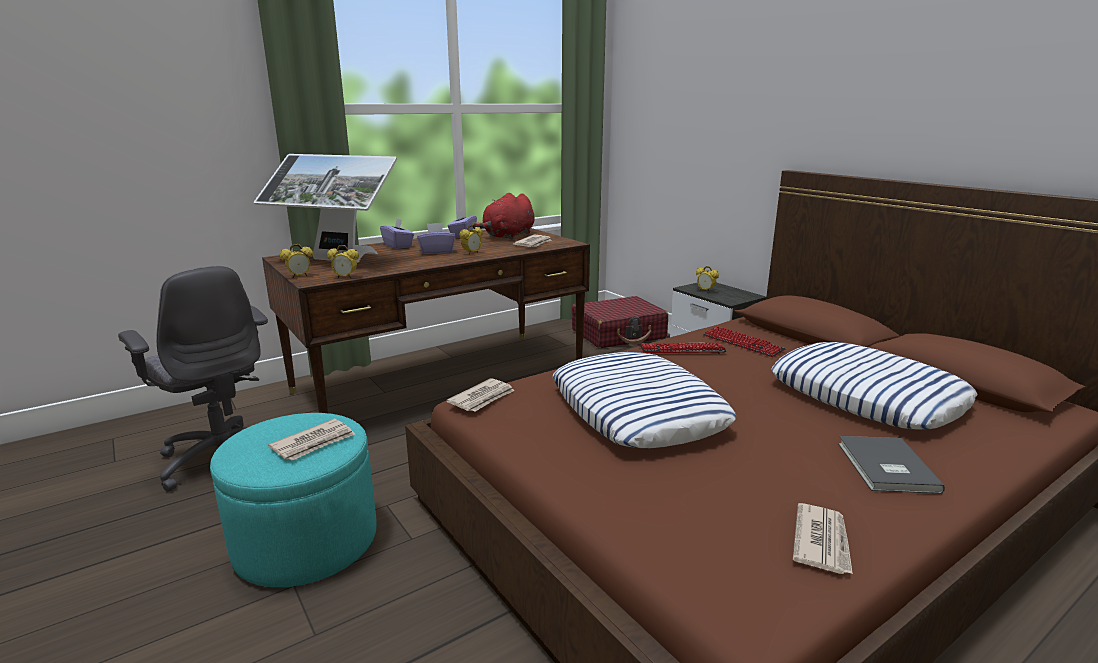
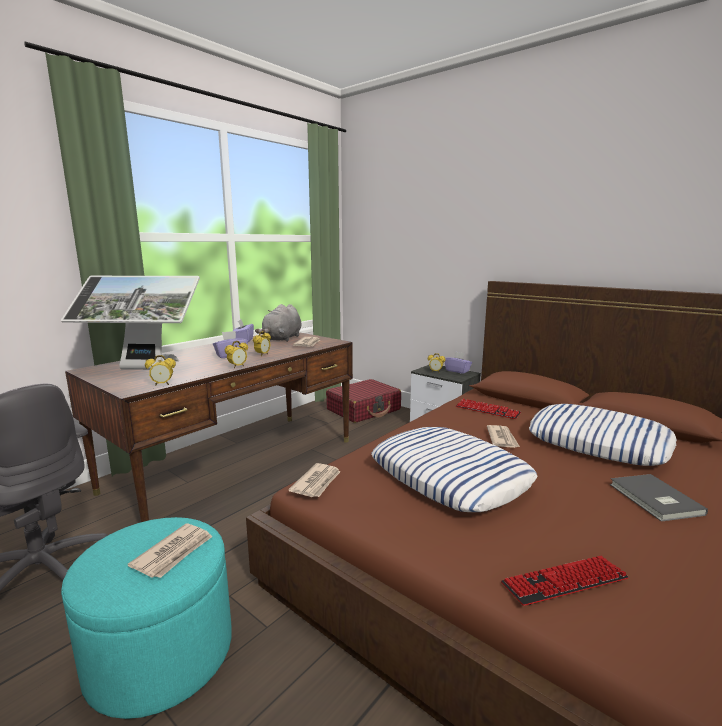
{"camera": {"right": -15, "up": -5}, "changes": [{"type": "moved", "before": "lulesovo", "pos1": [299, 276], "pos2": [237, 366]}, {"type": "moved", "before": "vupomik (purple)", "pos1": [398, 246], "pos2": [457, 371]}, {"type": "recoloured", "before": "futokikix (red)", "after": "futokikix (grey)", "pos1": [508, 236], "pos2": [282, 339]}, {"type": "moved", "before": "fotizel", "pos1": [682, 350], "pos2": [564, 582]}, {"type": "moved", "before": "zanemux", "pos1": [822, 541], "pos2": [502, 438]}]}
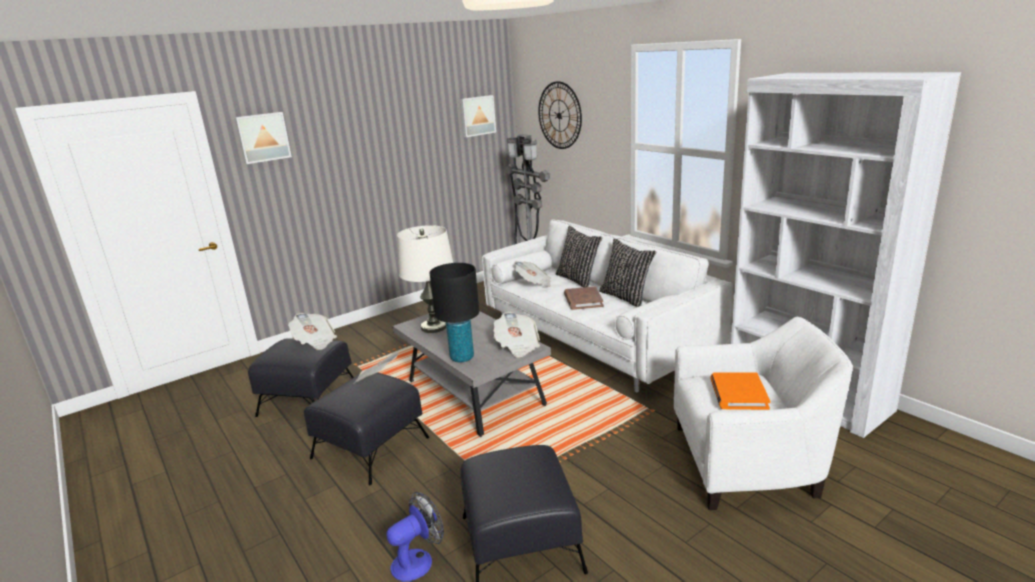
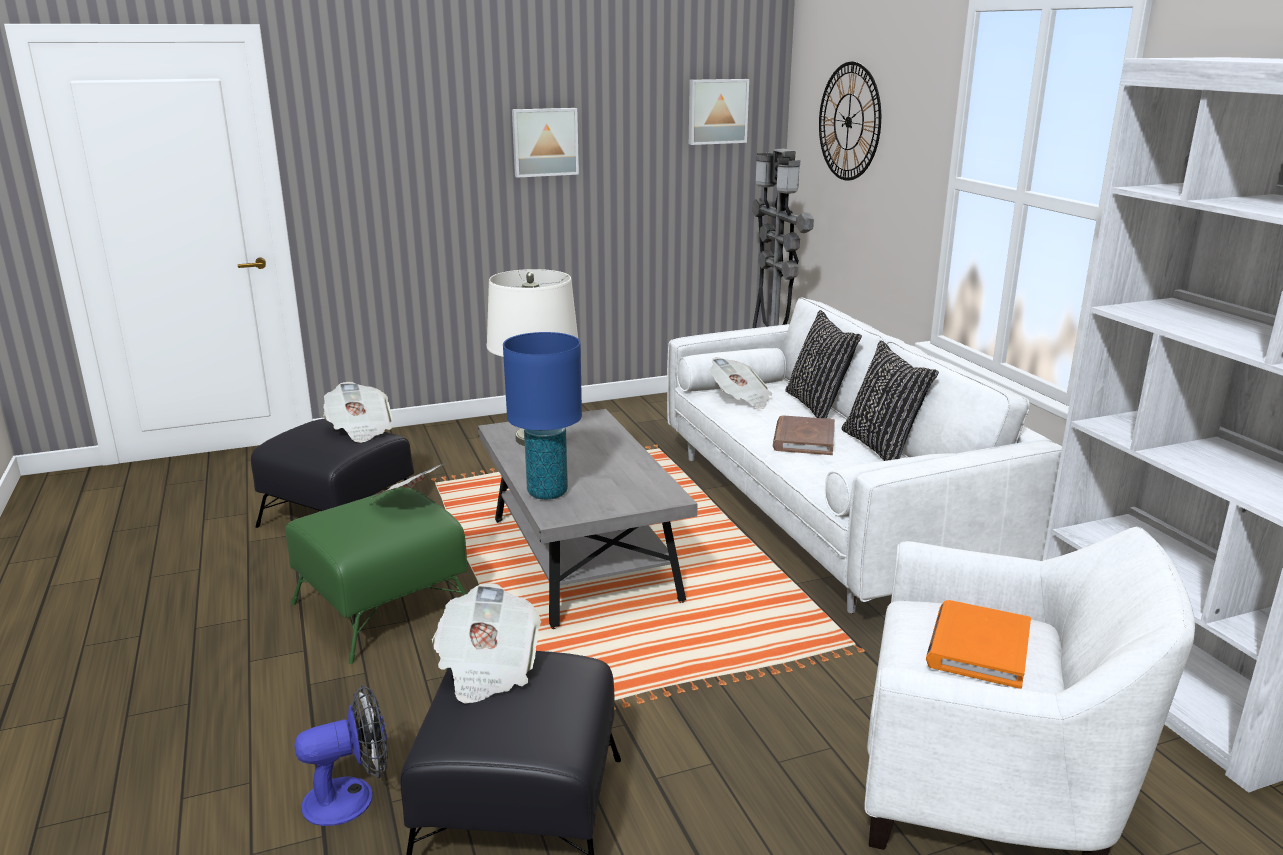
{"camera": {"right": 15, "up": 0}, "changes": [{"type": "moved", "before": "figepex", "pos1": [263, 137], "pos2": [544, 142]}, {"type": "recoloured", "before": "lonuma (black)", "after": "lonuma (green)", "pos1": [371, 447], "pos2": [384, 607]}, {"type": "recoloured", "before": "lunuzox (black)", "after": "lunuzox (blue)", "pos1": [462, 357], "pos2": [547, 492]}, {"type": "moved", "before": "zanemux", "pos1": [517, 346], "pos2": [487, 668]}]}
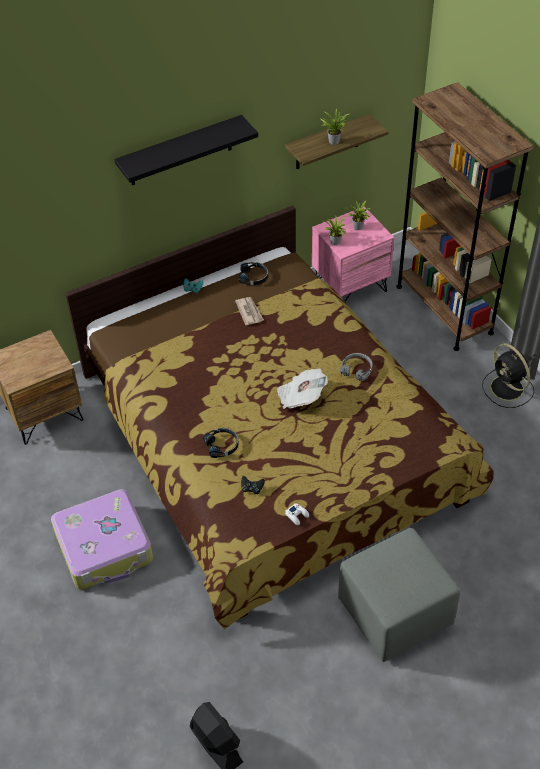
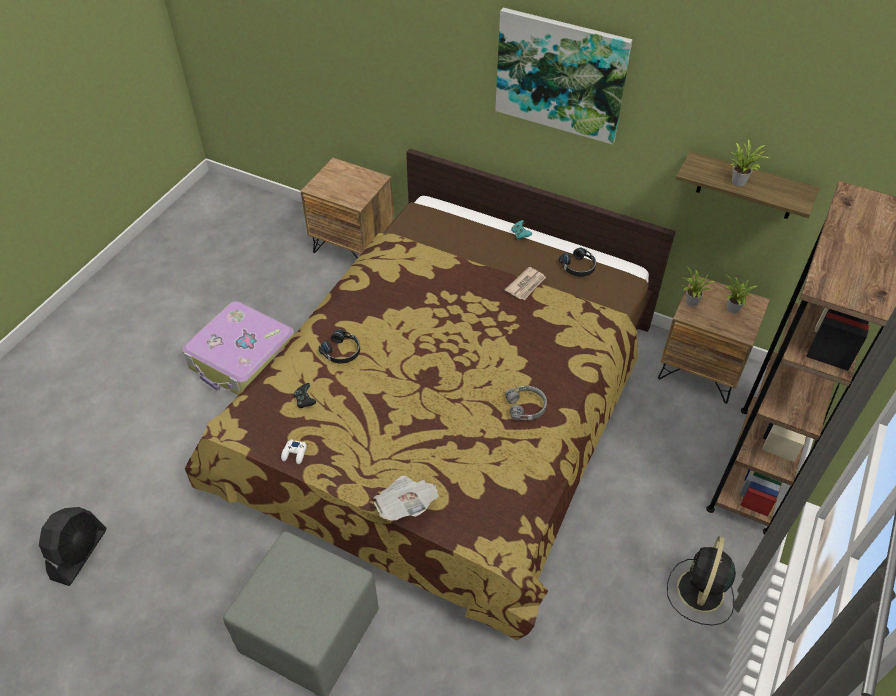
{"camera": {"right": 55, "up": 0}, "changes": [{"type": "replaced", "before": "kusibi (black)", "after": "figepex", "pos1": [180, 151], "pos2": [560, 75]}, {"type": "moved", "before": "zanemux", "pos1": [301, 397], "pos2": [406, 505]}, {"type": "recoloured", "before": "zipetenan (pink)", "after": "zipetenan (brown)", "pos1": [350, 286], "pos2": [700, 369]}]}
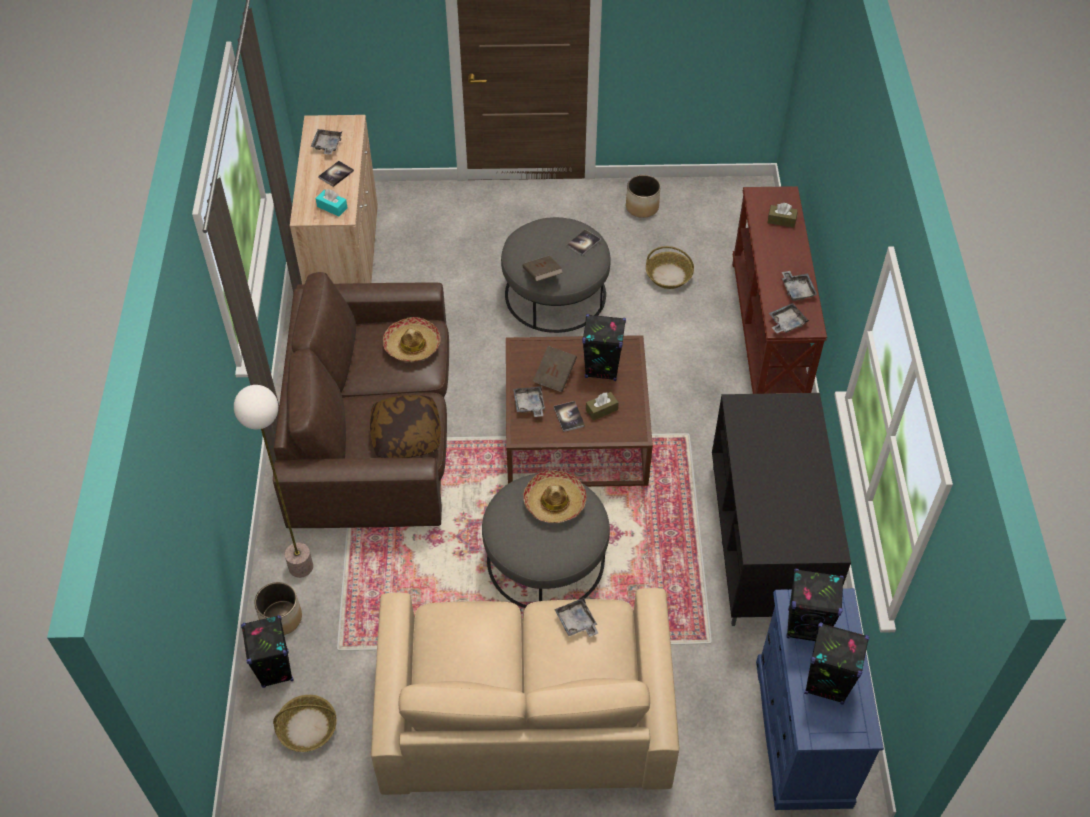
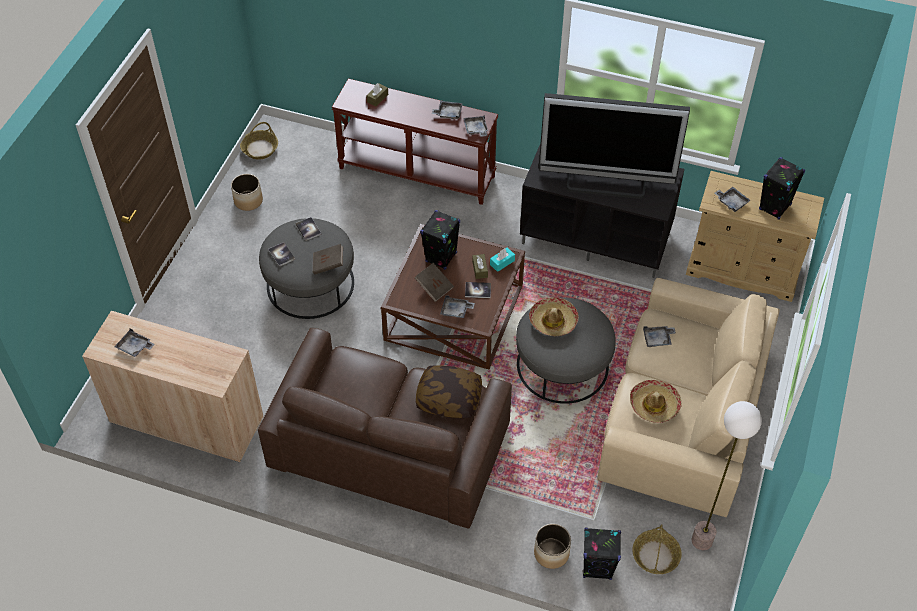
{"camera": {"right": -70, "up": 0}, "changes": [{"type": "moved", "before": "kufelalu", "pos1": [300, 566], "pos2": [701, 541]}, {"type": "moved", "before": "vupomik (turquoise)", "pos1": [332, 207], "pos2": [502, 262]}, {"type": "moved", "before": "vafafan", "pos1": [336, 174], "pos2": [281, 255]}, {"type": "moved", "before": "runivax", "pos1": [412, 345], "pos2": [654, 405]}, {"type": "moved", "before": "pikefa", "pos1": [669, 275], "pos2": [260, 149]}, {"type": "recoloured", "before": "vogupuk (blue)", "after": "vogupuk (beige)", "pos1": [802, 733], "pos2": [743, 269]}, {"type": "replaced", "before": "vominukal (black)", "after": "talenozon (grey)", "pos1": [806, 626], "pos2": [731, 202]}, {"type": "added", "after": "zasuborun", "pos2": [606, 182]}]}
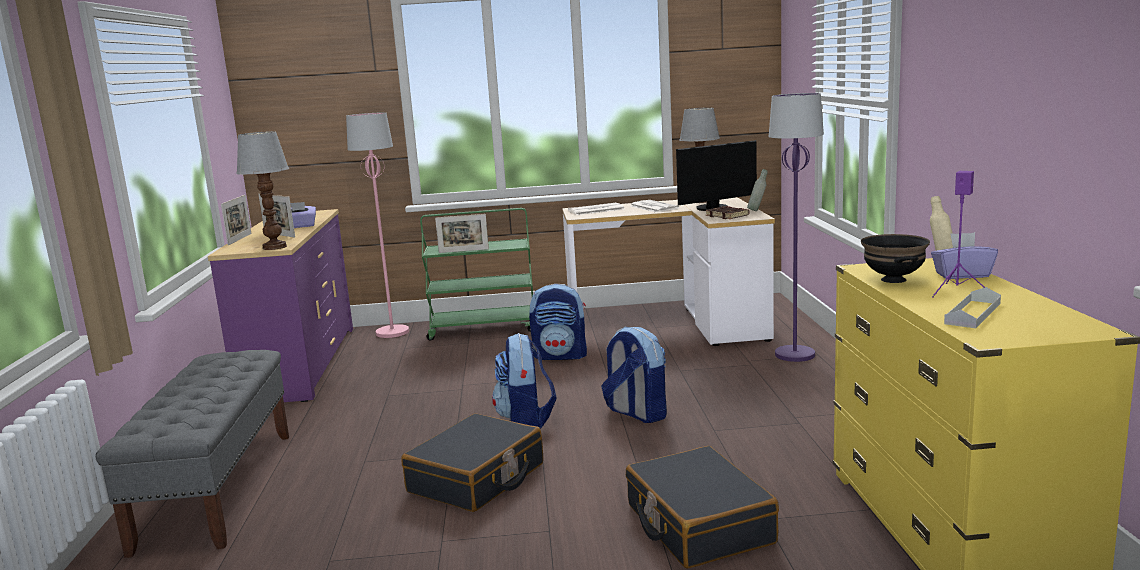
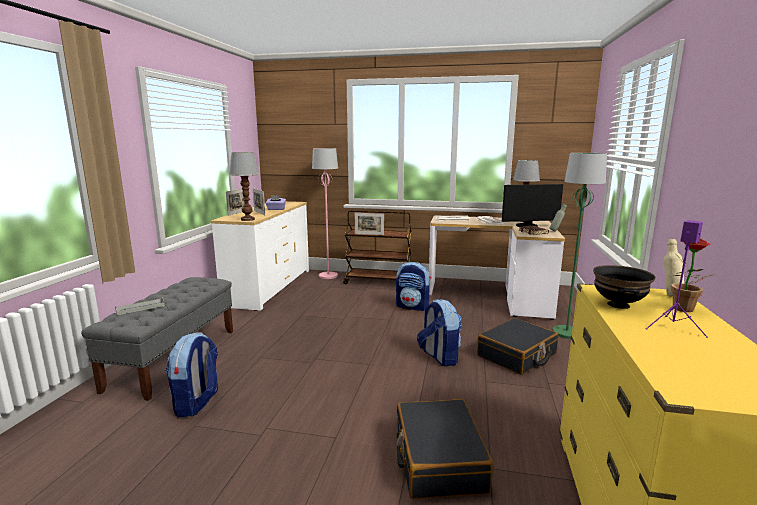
{"camera": {"right": 15, "up": 0}, "changes": [{"type": "recoloured", "before": "vogupuk (purple)", "after": "vogupuk (white)", "pos1": [300, 364], "pos2": [269, 287]}, {"type": "moved", "before": "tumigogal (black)", "pos1": [477, 479], "pos2": [517, 355]}, {"type": "recoloured", "before": "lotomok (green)", "after": "lotomok (brown)", "pos1": [484, 329], "pos2": [378, 282]}, {"type": "moved", "before": "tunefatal", "pos1": [526, 421], "pos2": [197, 403]}, {"type": "recoloured", "before": "kufelalu (purple)", "after": "kufelalu (green)", "pos1": [795, 354], "pos2": [567, 333]}, {"type": "replaced", "before": "vupomik (purple)", "after": "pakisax", "pos1": [962, 275], "pos2": [684, 310]}, {"type": "moved", "before": "talenozon (grey)", "pos1": [973, 313], "pos2": [140, 308]}]}
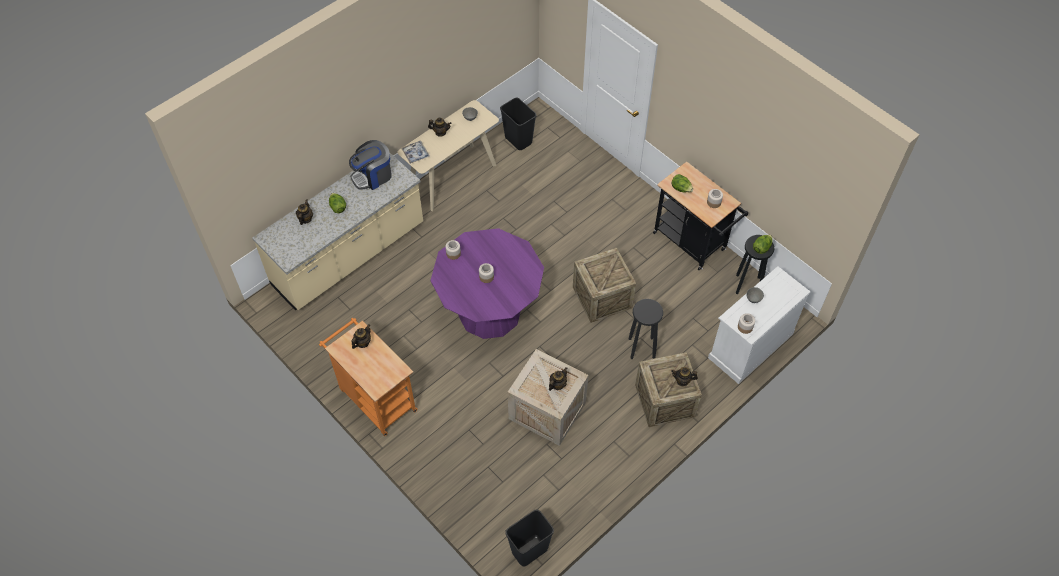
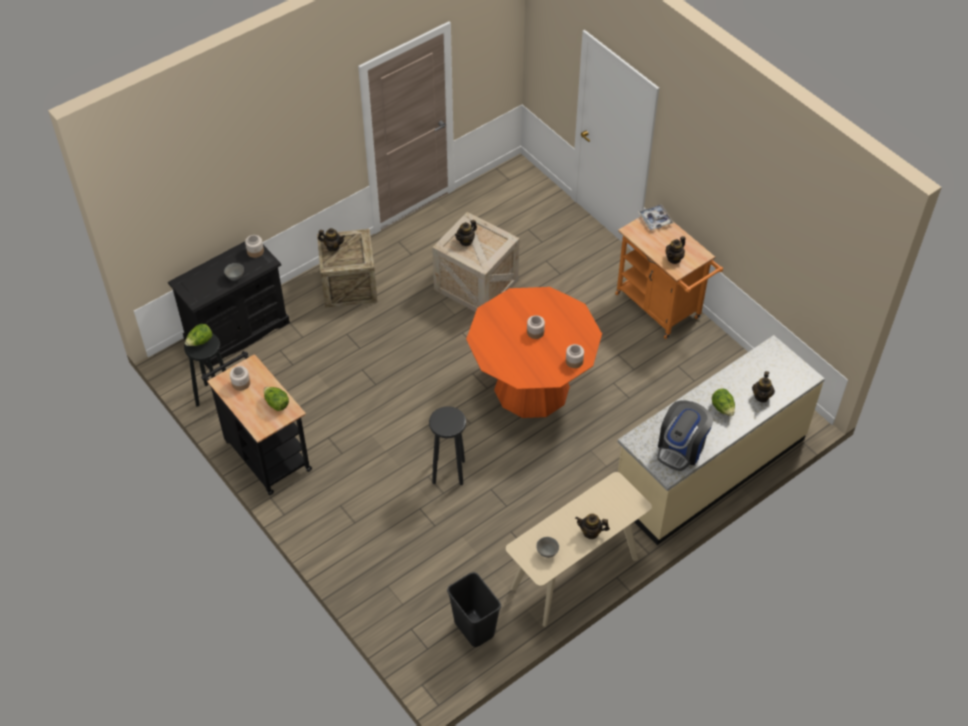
{"camera": {"right": -175, "up": -5}, "changes": [{"type": "turned", "before": "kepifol", "pos1": [373, 176], "pos2": [681, 448], "turn": 150}, {"type": "moved", "before": "talenozon", "pos1": [415, 154], "pos2": [655, 220]}, {"type": "recoloured", "before": "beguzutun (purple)", "after": "beguzutun (orange)", "pos1": [489, 312], "pos2": [531, 388]}, {"type": "removed", "before": "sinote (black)", "pos1": [529, 551]}, {"type": "removed", "before": "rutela", "pos1": [602, 297]}, {"type": "moved", "before": "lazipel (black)", "pos1": [641, 348], "pos2": [448, 471]}, {"type": "recoloured", "before": "vogupuk (white)", "after": "vogupuk (black)", "pos1": [750, 345], "pos2": [237, 331]}]}
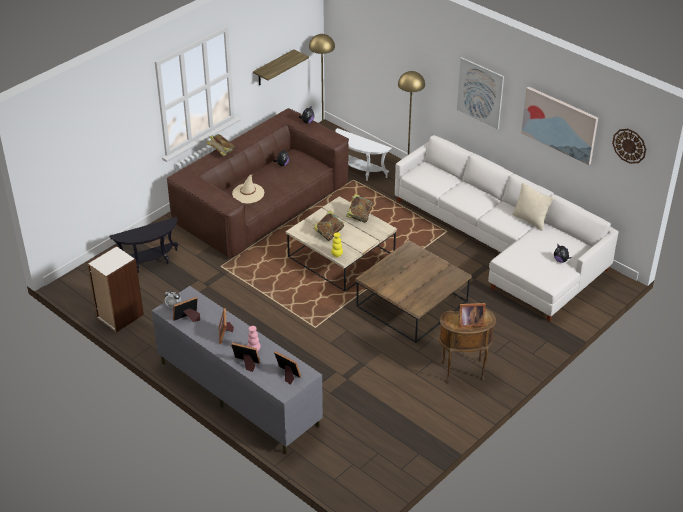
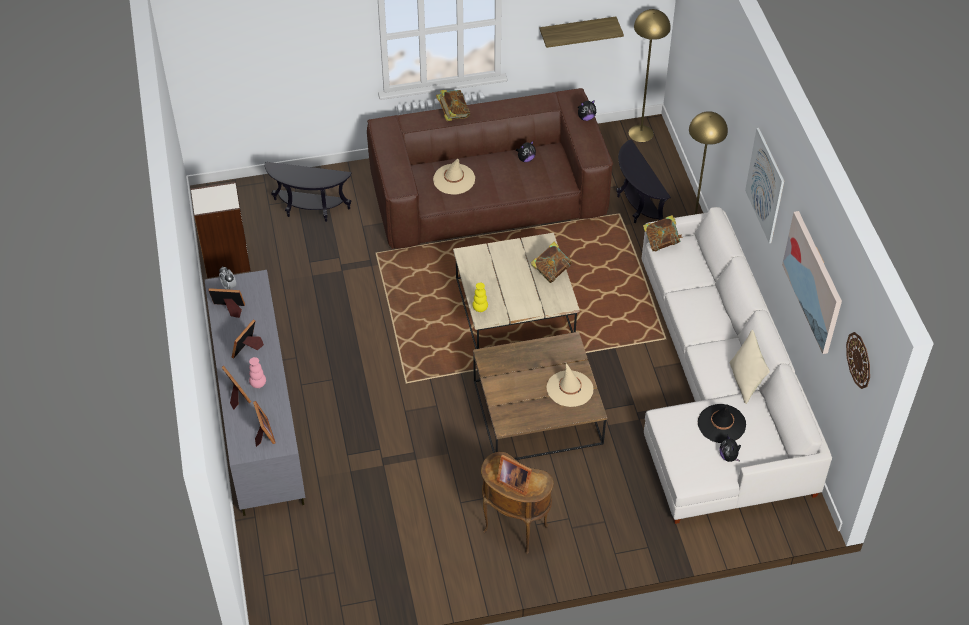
{"camera": {"right": 35, "up": 10}, "changes": [{"type": "moved", "before": "vafafan", "pos1": [329, 234], "pos2": [661, 242]}, {"type": "recoloured", "before": "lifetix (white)", "after": "lifetix (black)", "pos1": [359, 172], "pos2": [636, 206]}, {"type": "added", "after": "runivax (beige)", "pos2": [570, 389]}, {"type": "added", "after": "runivax (black)", "pos2": [721, 424]}]}
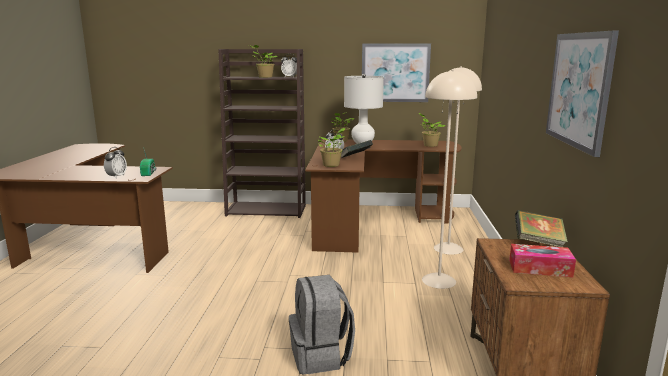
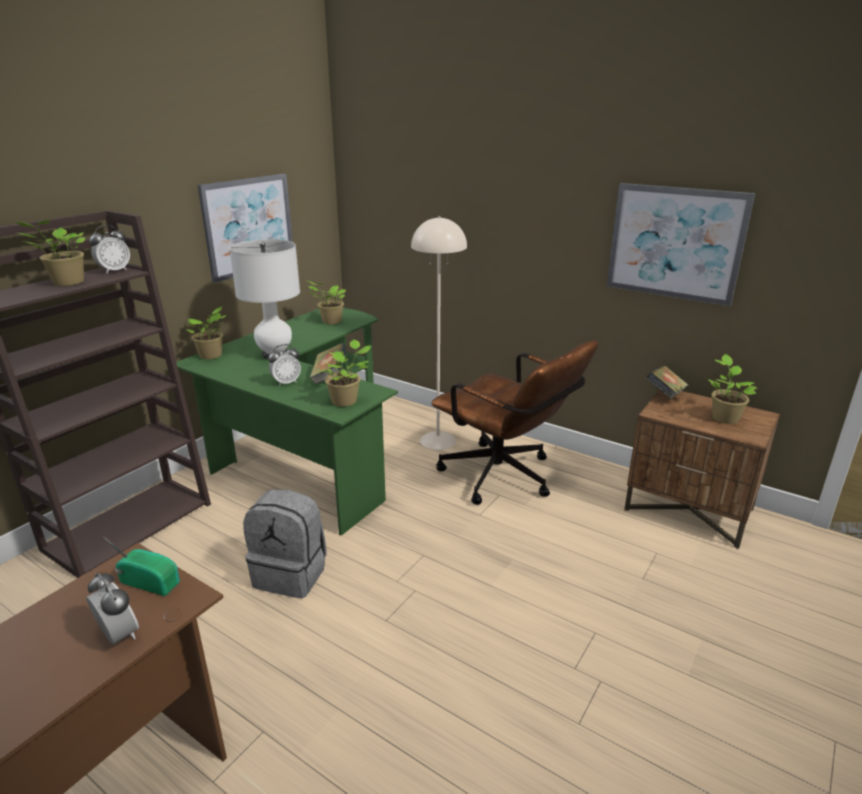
{"camera": {"right": -60, "up": 10}, "changes": [{"type": "moved", "before": "tunefatal (grey)", "pos1": [321, 356], "pos2": [291, 574]}, {"type": "recoloured", "before": "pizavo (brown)", "after": "pizavo (green)", "pos1": [371, 221], "pos2": [304, 455]}, {"type": "replaced", "before": "kufelalu (beige)", "after": "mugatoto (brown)", "pos1": [438, 280], "pos2": [505, 479]}, {"type": "replaced", "before": "vupomik", "after": "pakisax", "pos1": [540, 268], "pos2": [724, 417]}]}
